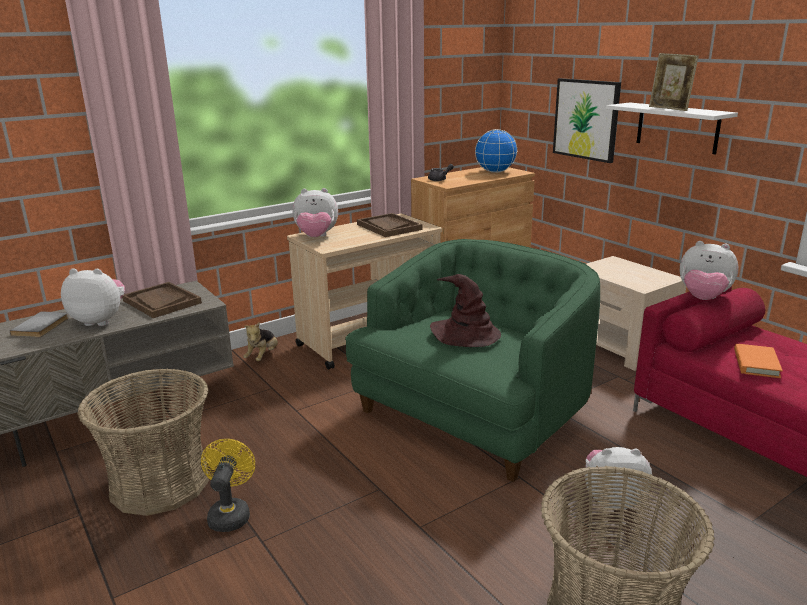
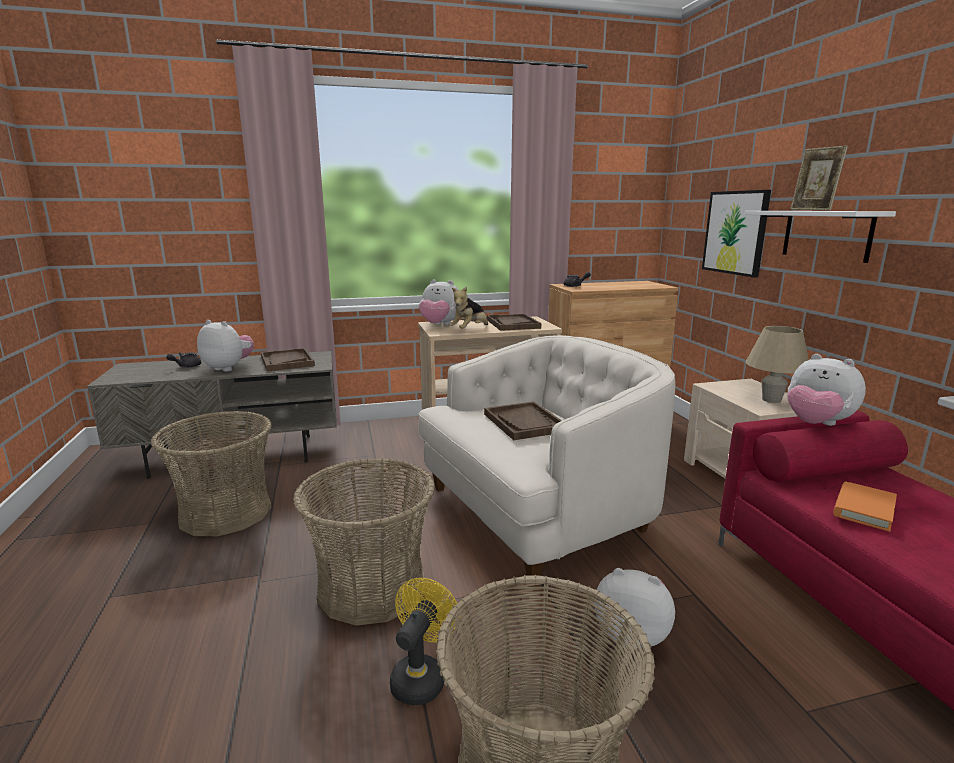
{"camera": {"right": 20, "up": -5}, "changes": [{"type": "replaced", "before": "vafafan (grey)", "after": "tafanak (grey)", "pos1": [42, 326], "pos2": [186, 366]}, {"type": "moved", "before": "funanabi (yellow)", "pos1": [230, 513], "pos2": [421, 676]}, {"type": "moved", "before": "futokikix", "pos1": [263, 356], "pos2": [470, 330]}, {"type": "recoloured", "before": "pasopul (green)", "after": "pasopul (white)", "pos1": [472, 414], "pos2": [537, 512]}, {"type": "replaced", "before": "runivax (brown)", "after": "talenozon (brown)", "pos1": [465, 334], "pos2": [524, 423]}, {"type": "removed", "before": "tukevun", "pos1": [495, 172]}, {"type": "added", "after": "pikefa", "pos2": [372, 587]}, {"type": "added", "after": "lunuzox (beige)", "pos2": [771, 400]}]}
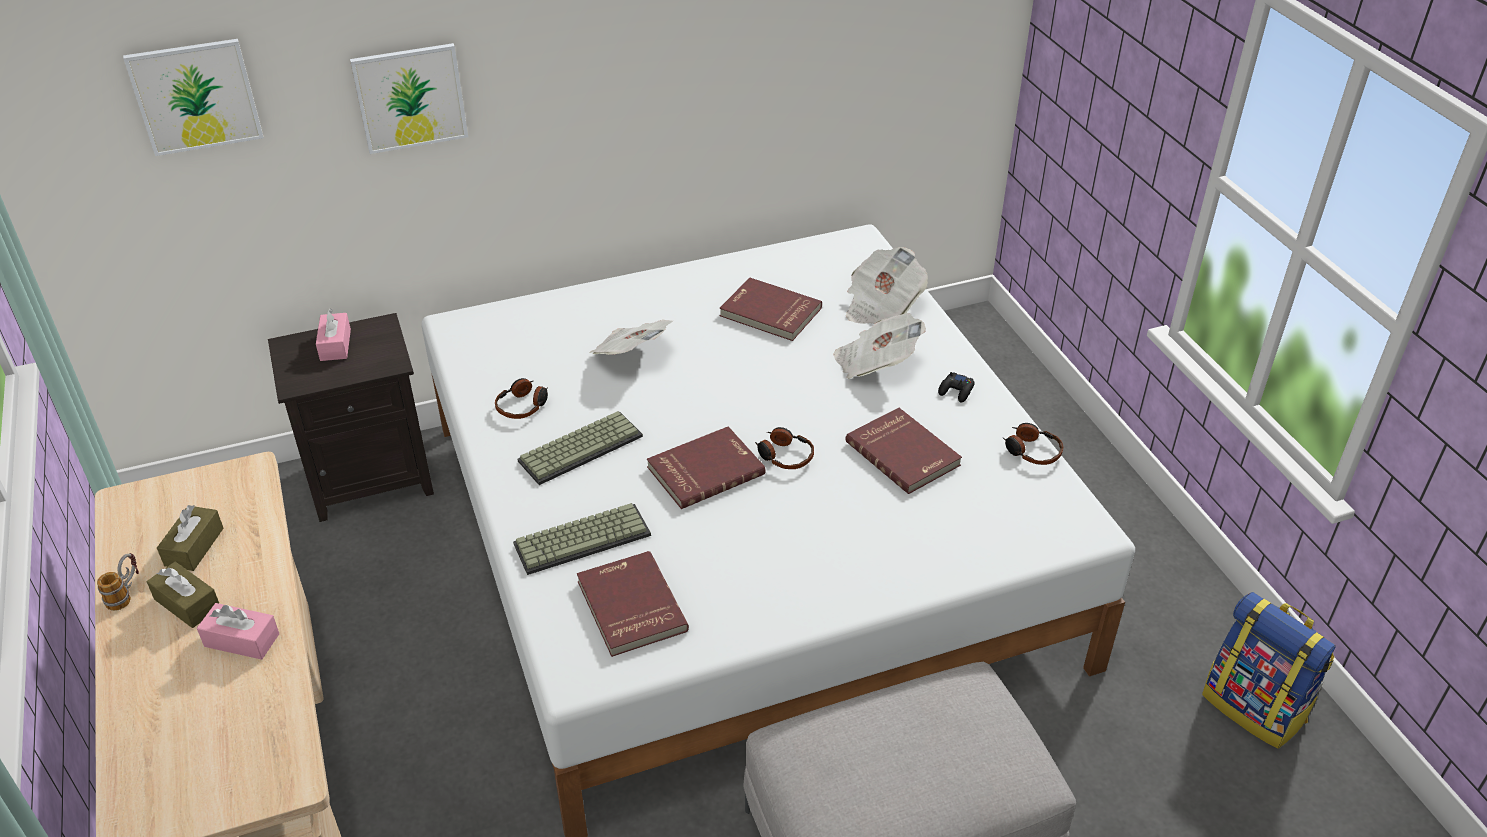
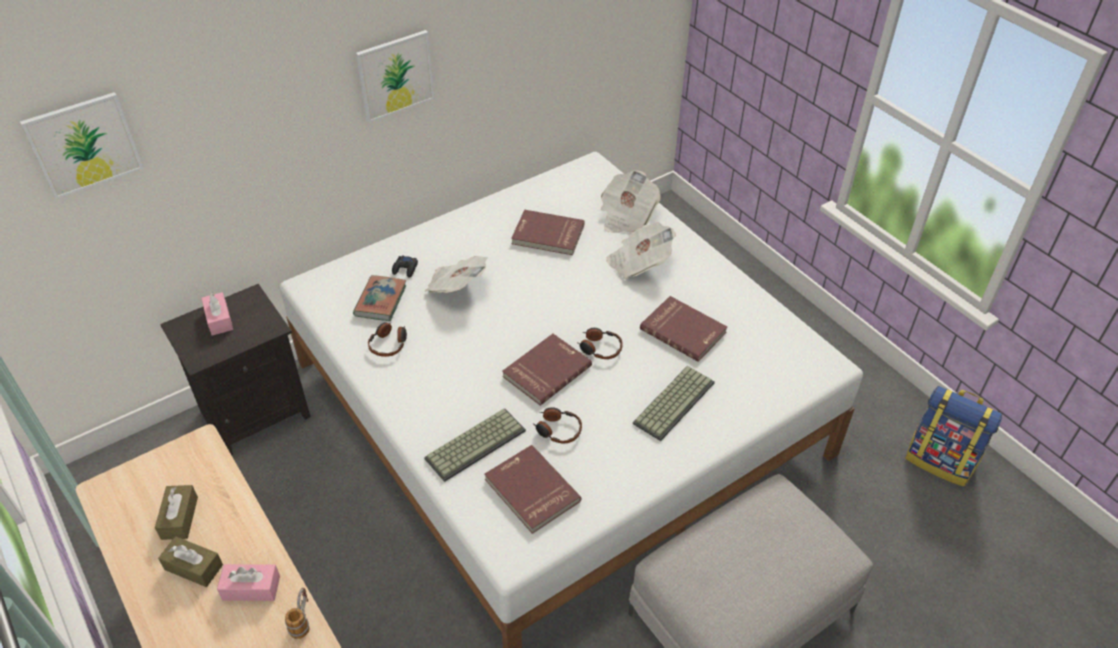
{"camera": {"right": -15, "up": 5}, "changes": [{"type": "moved", "before": "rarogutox", "pos1": [126, 594], "pos2": [302, 620]}, {"type": "moved", "before": "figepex", "pos1": [410, 97], "pos2": [395, 75]}, {"type": "moved", "before": "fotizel", "pos1": [581, 447], "pos2": [673, 401]}, {"type": "moved", "before": "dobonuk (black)", "pos1": [956, 391], "pos2": [405, 269]}, {"type": "moved", "before": "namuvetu", "pos1": [1031, 451], "pos2": [557, 430]}, {"type": "added", "after": "vafafan", "pos2": [380, 301]}]}
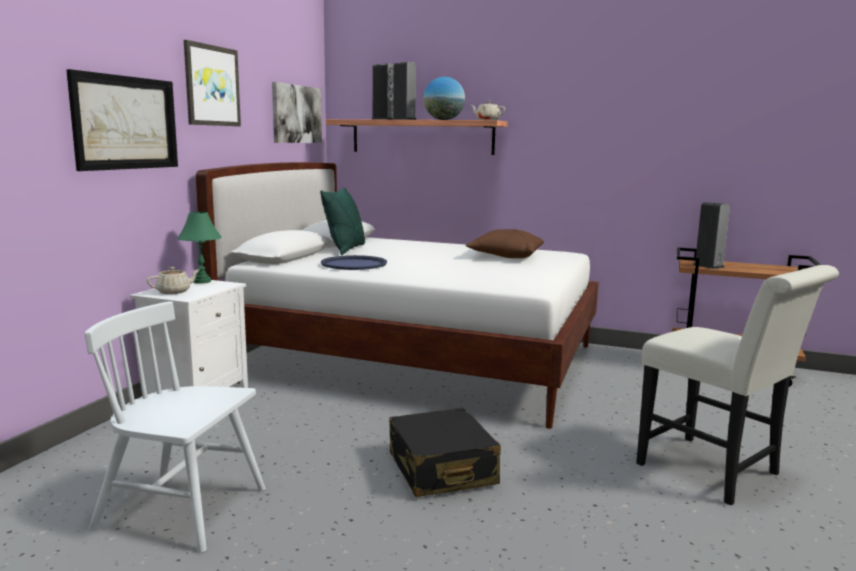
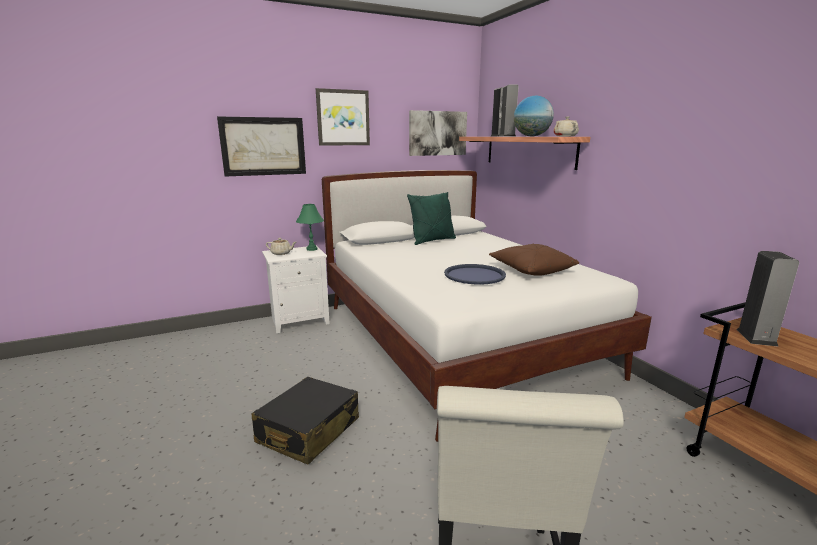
{"camera": {"right": 45, "up": 5}, "changes": [{"type": "removed", "before": "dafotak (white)", "pos1": [182, 509]}, {"type": "moved", "before": "talenozon (blue)", "pos1": [354, 264], "pos2": [474, 275]}]}
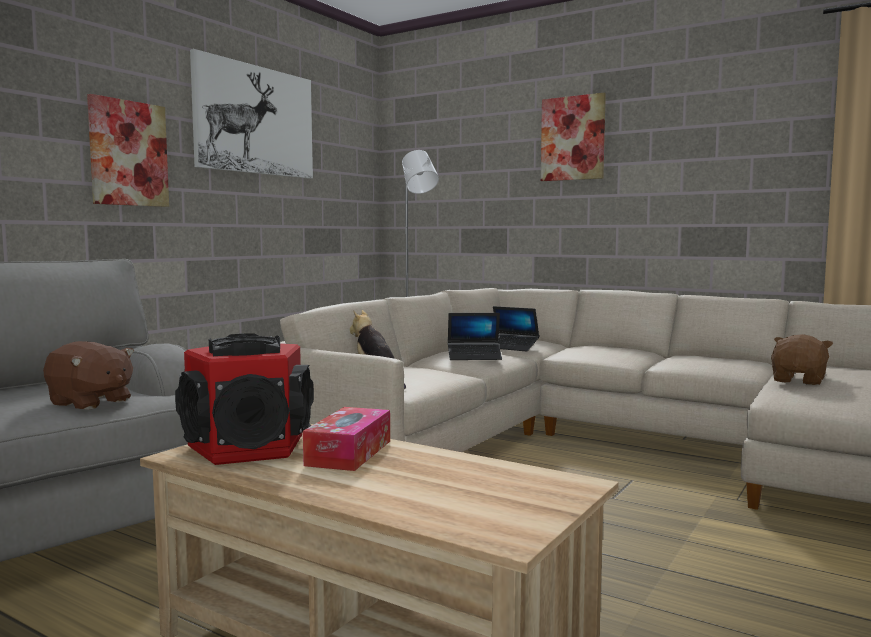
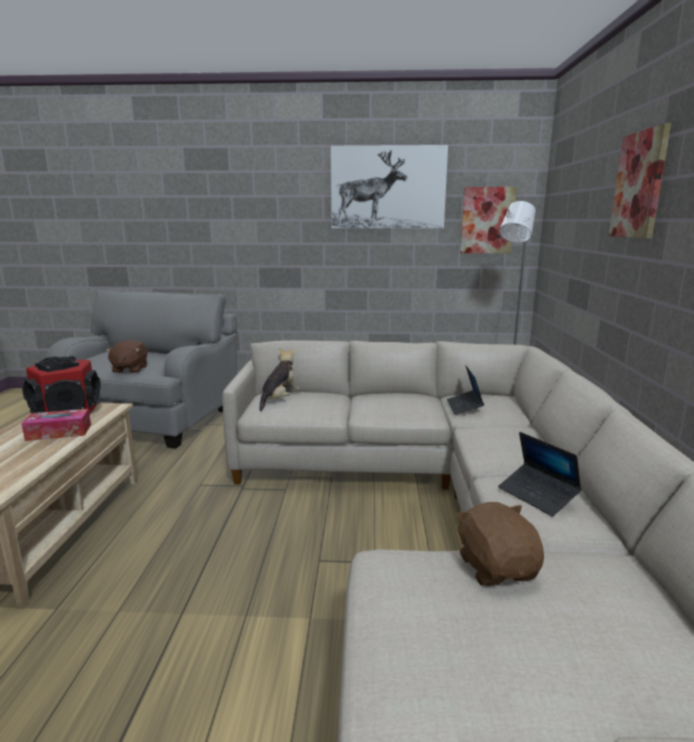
{"camera": {"right": 60, "up": 10}, "changes": [{"type": "moved", "before": "figepex", "pos1": [128, 153], "pos2": [487, 220]}, {"type": "moved", "before": "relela", "pos1": [474, 357], "pos2": [537, 495]}, {"type": "turned", "before": "futokikix (brown)", "pos1": [799, 380], "pos2": [496, 568], "turn": -105}]}
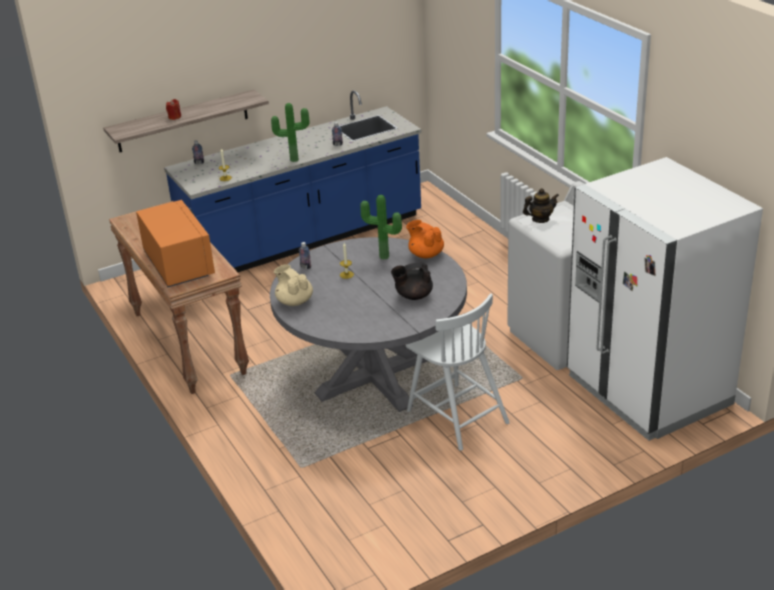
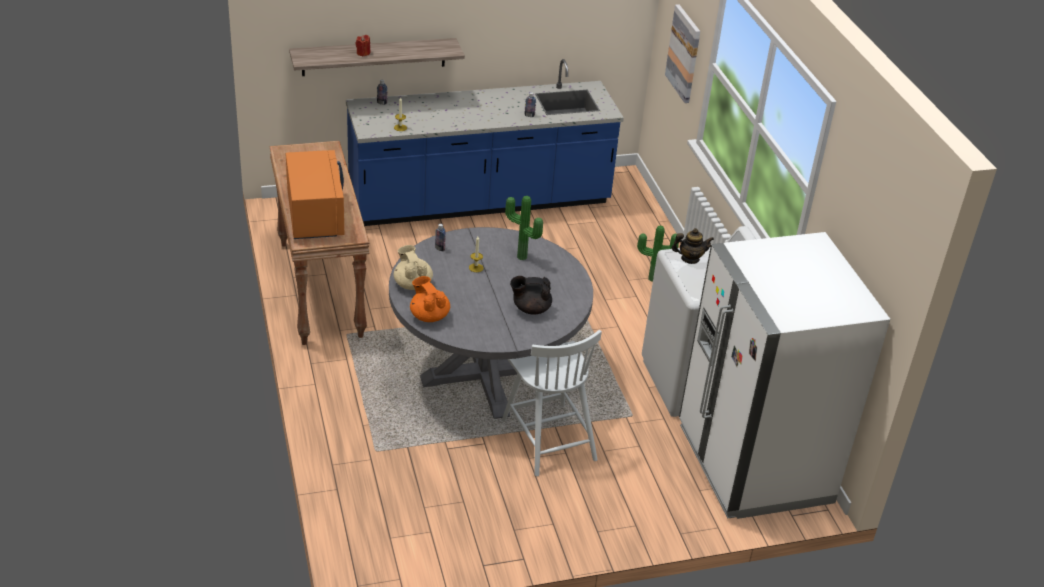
{"camera": {"right": 10, "up": 5}, "changes": [{"type": "moved", "before": "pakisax", "pos1": [294, 159], "pos2": [652, 278]}, {"type": "moved", "before": "tafanak (orange)", "pos1": [425, 254], "pos2": [429, 316]}, {"type": "added", "after": "figepex", "pos2": [684, 53]}]}
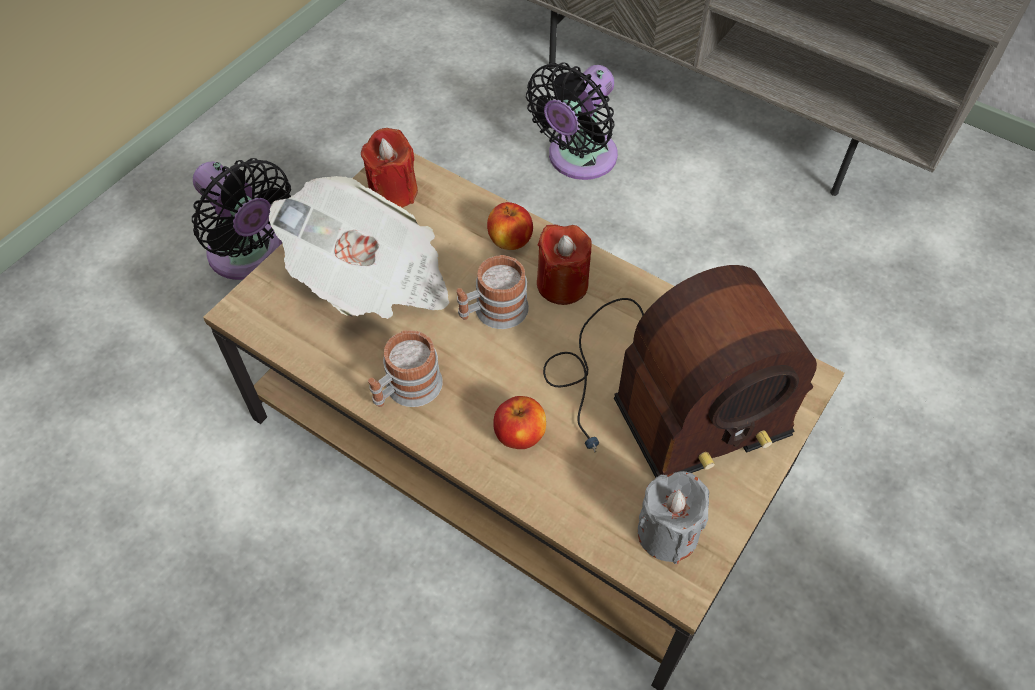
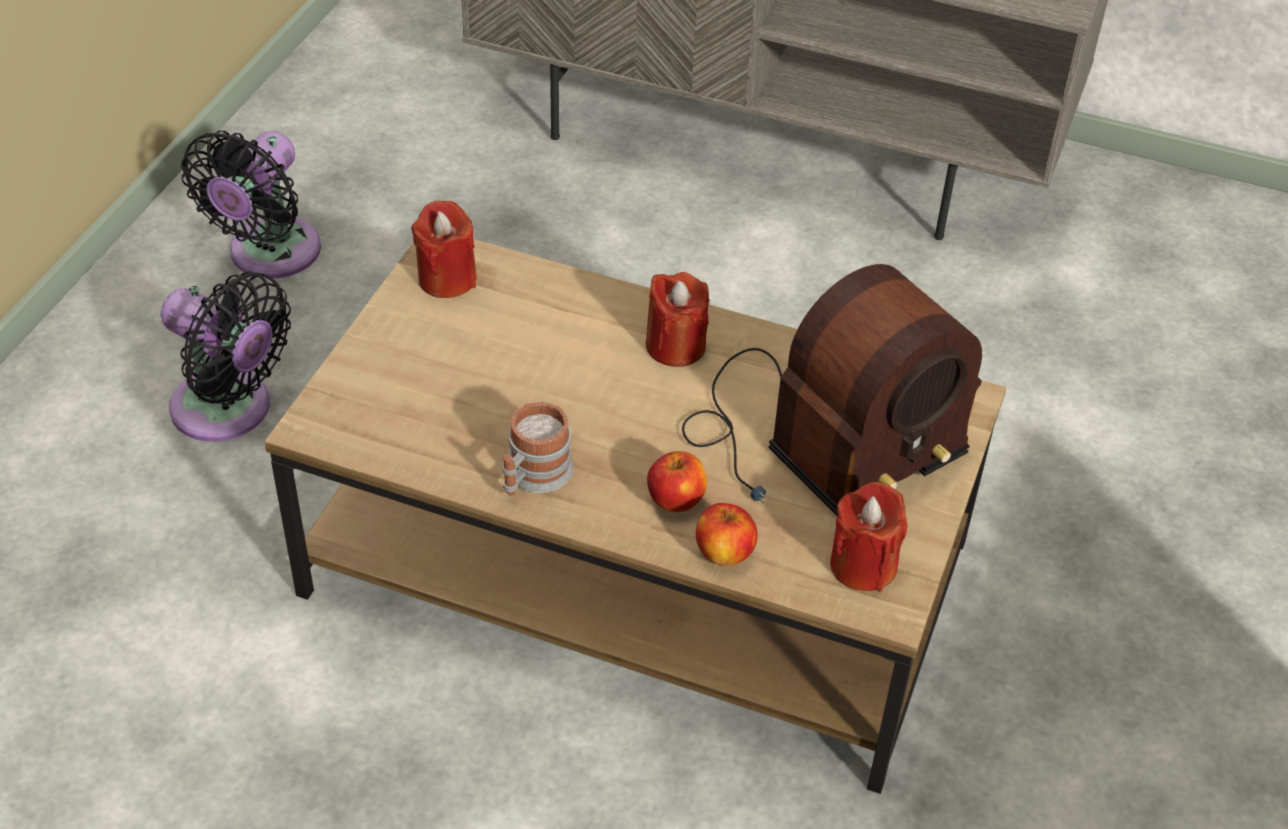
{"camera": {"right": -15, "up": -10}, "changes": [{"type": "removed", "before": "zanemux", "pos1": [372, 279]}, {"type": "removed", "before": "rarogutox", "pos1": [493, 312]}, {"type": "moved", "before": "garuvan", "pos1": [510, 241], "pos2": [724, 553]}, {"type": "moved", "before": "funanabi (black)", "pos1": [577, 159], "pos2": [269, 255]}, {"type": "recoloured", "before": "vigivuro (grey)", "after": "vigivuro (red)", "pos1": [667, 532], "pos2": [863, 565]}]}
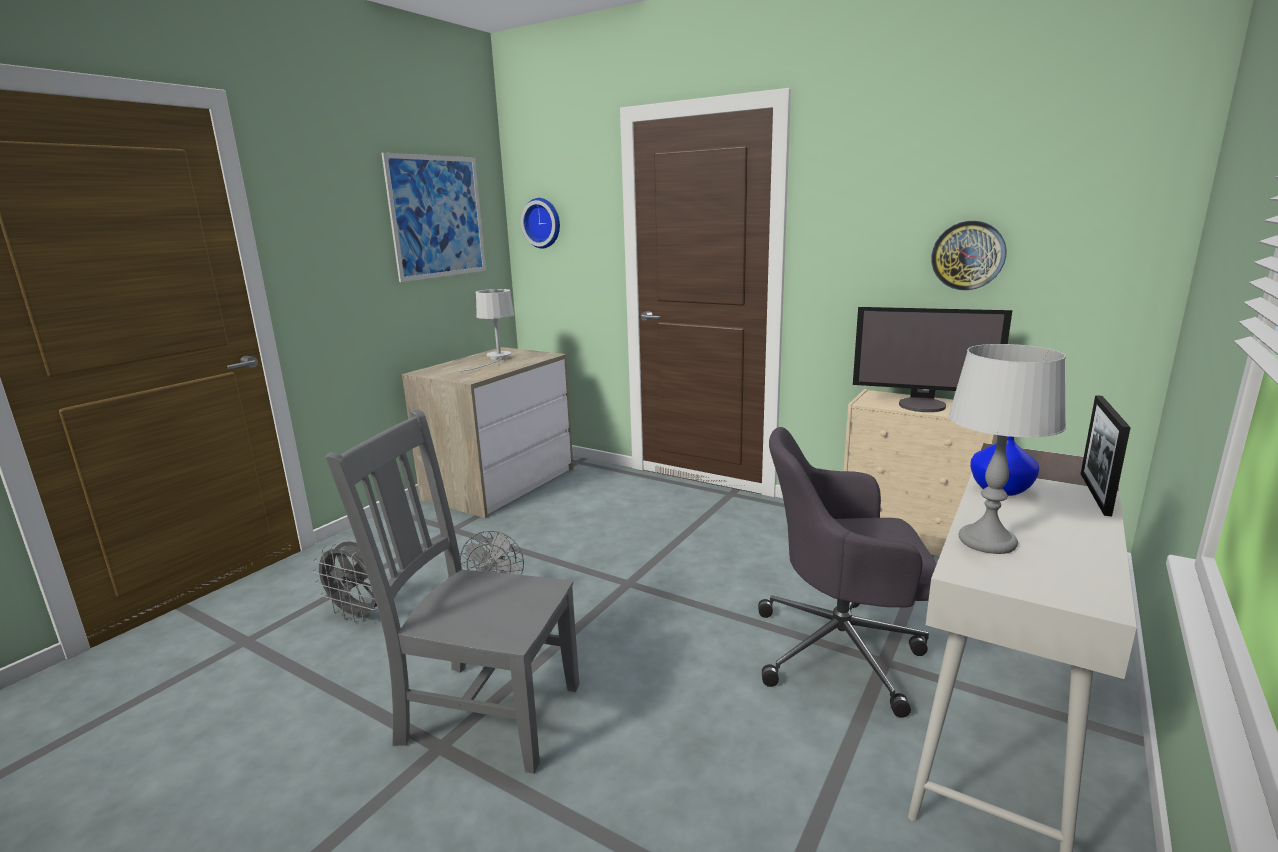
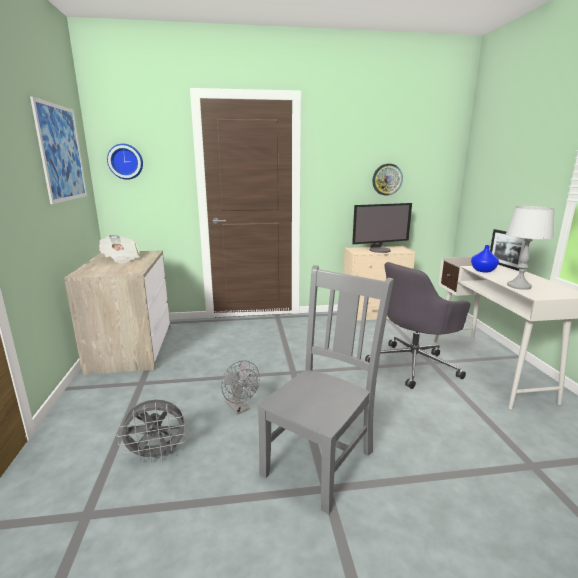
{"camera": {"right": -40, "up": 0}, "changes": [{"type": "turned", "before": "dafotak (grey)", "pos1": [485, 711], "pos2": [321, 460], "turn": 150}, {"type": "replaced", "before": "lunuzox (white)", "after": "zanemux", "pos1": [496, 359], "pos2": [121, 259]}]}
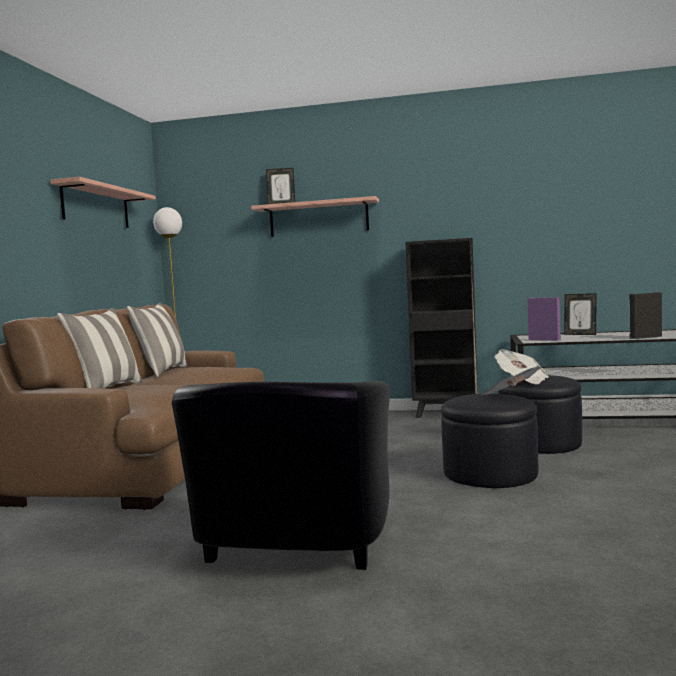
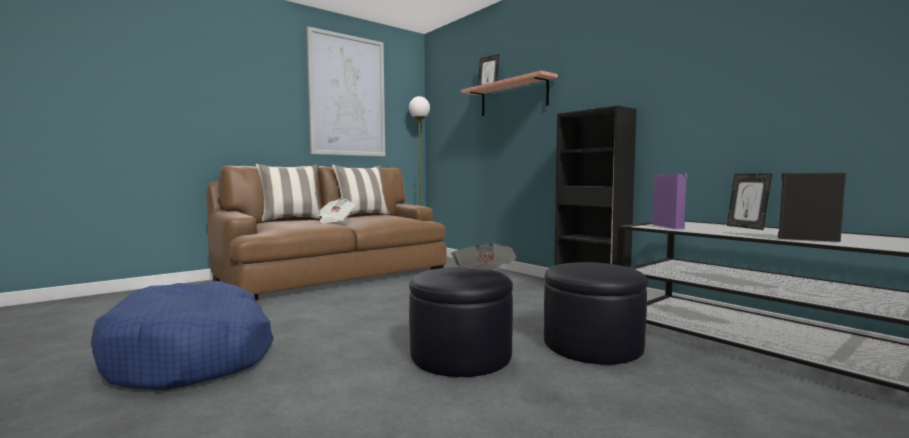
{"camera": {"right": 40, "up": 0}, "changes": [{"type": "replaced", "before": "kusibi", "after": "figepex", "pos1": [96, 206], "pos2": [347, 96]}, {"type": "replaced", "before": "pasopul (black)", "after": "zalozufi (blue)", "pos1": [292, 550], "pos2": [192, 355]}, {"type": "moved", "before": "zanemux", "pos1": [521, 380], "pos2": [335, 221]}]}
